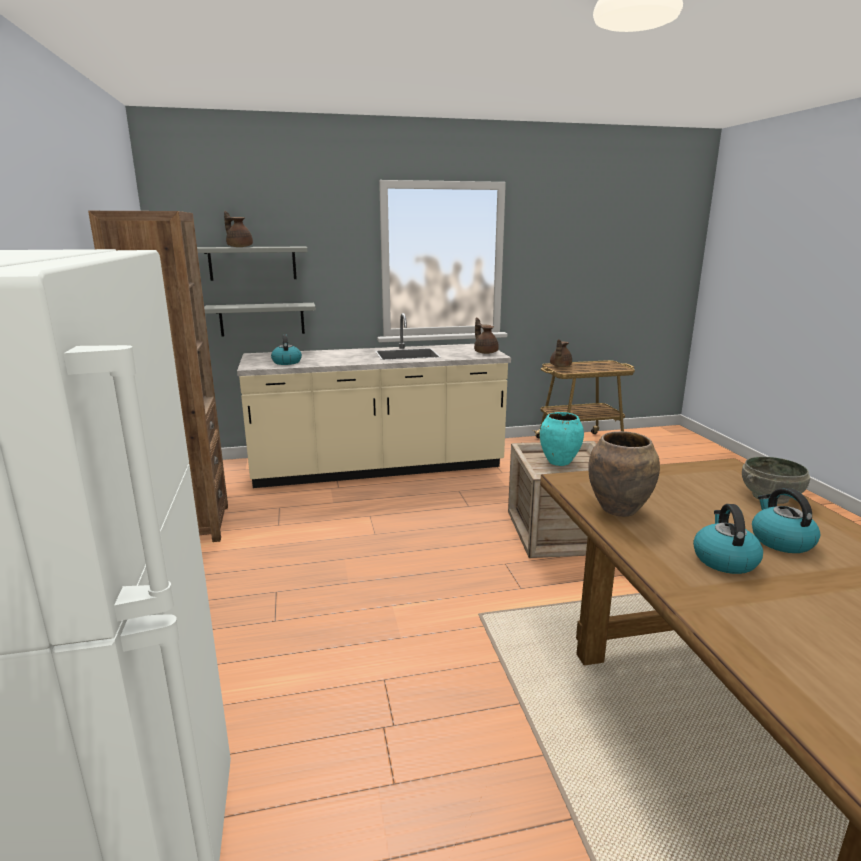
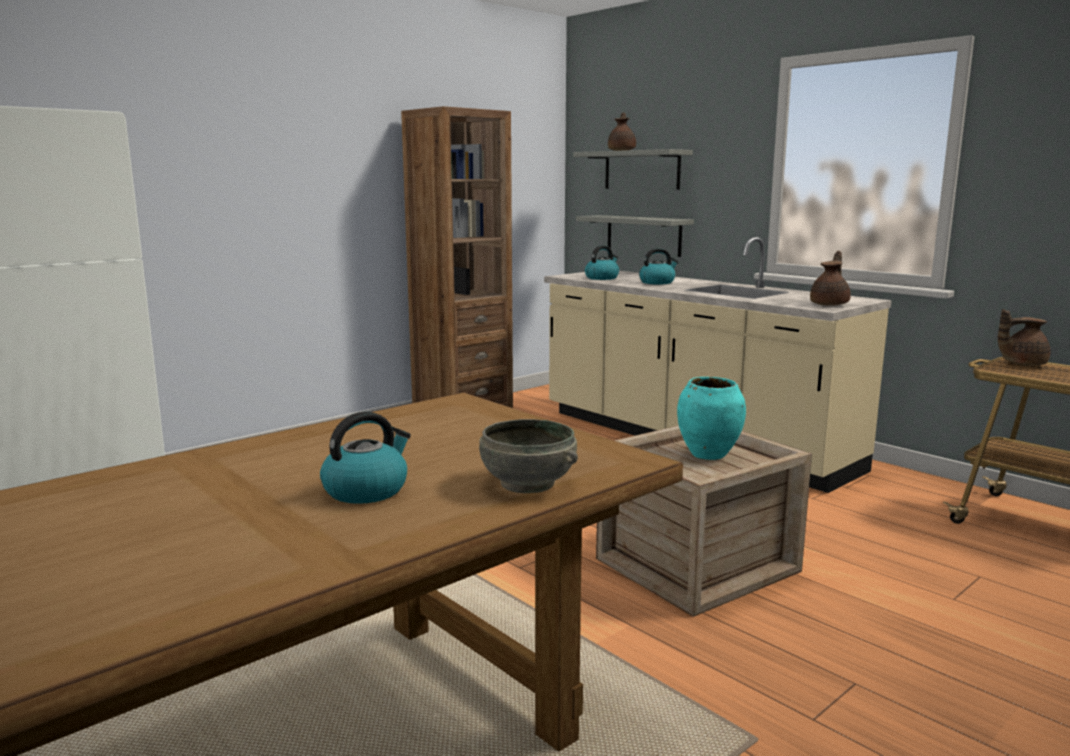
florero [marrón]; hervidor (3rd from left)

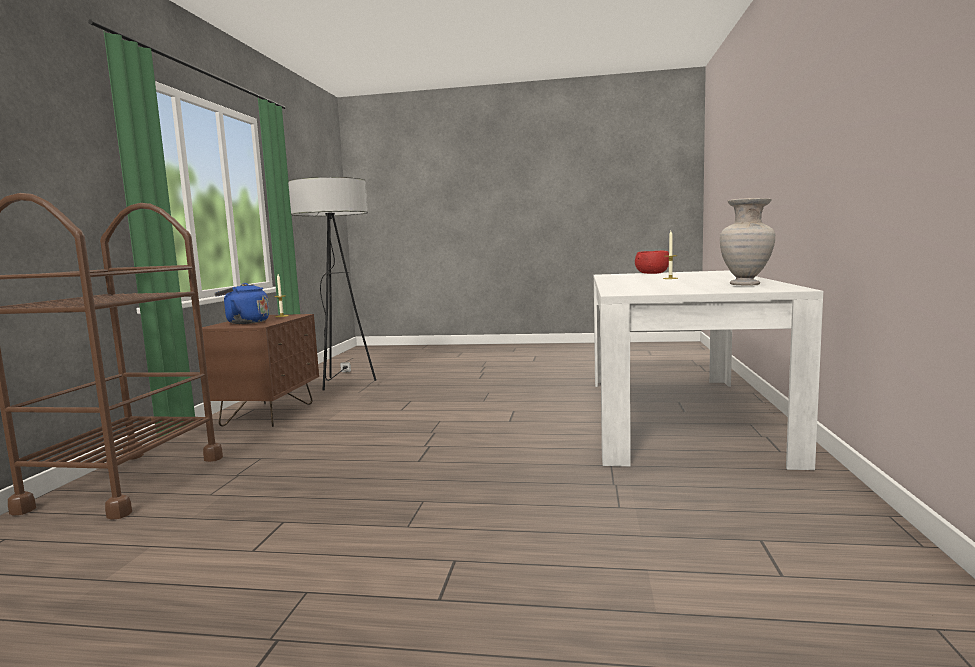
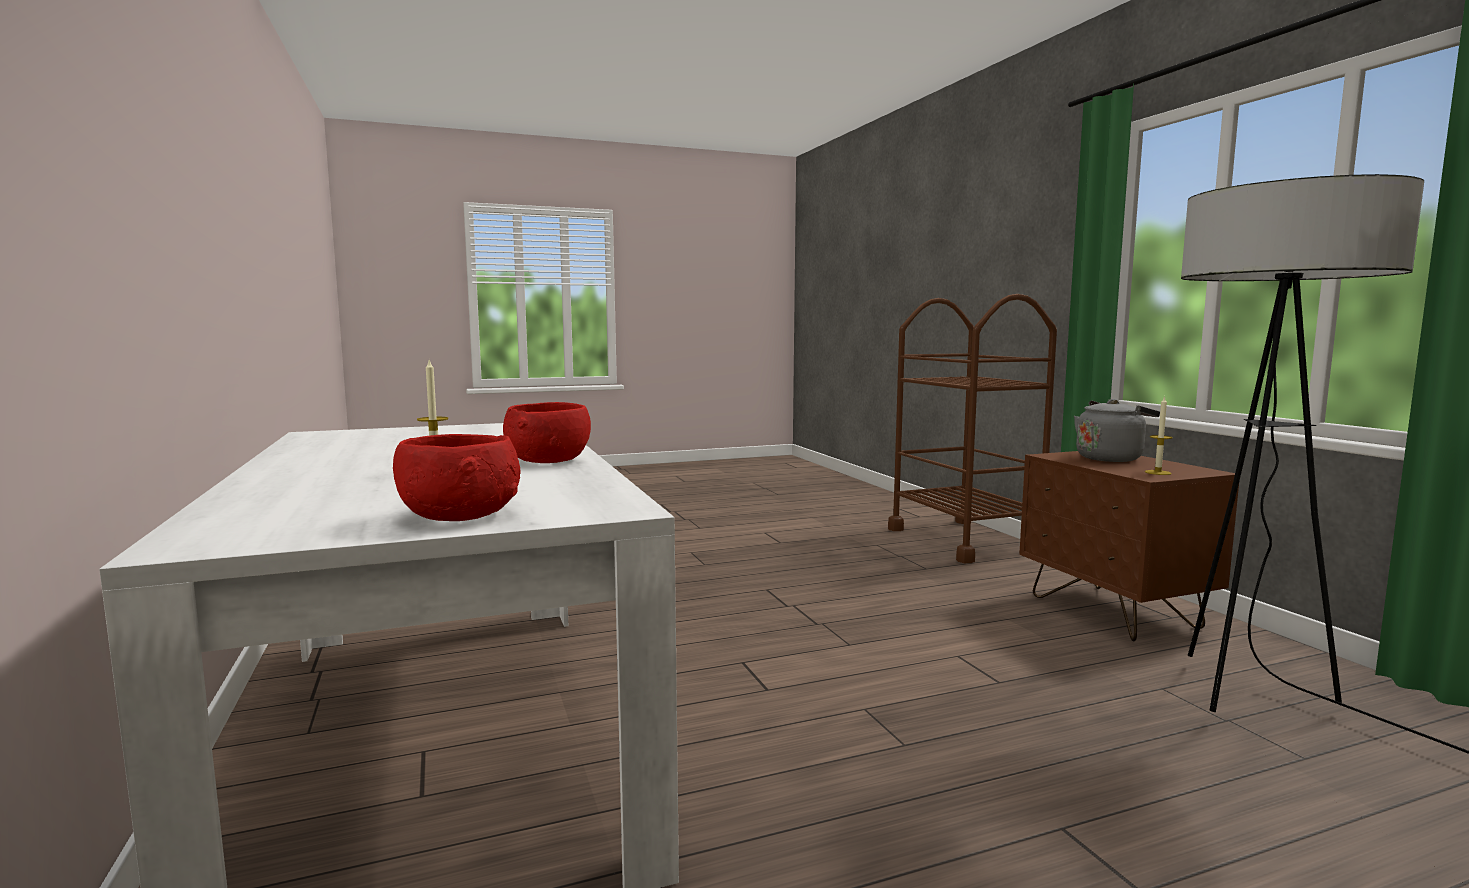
florero [beis]; cuenco [rojo] (2nd from left); hervidor [gris]

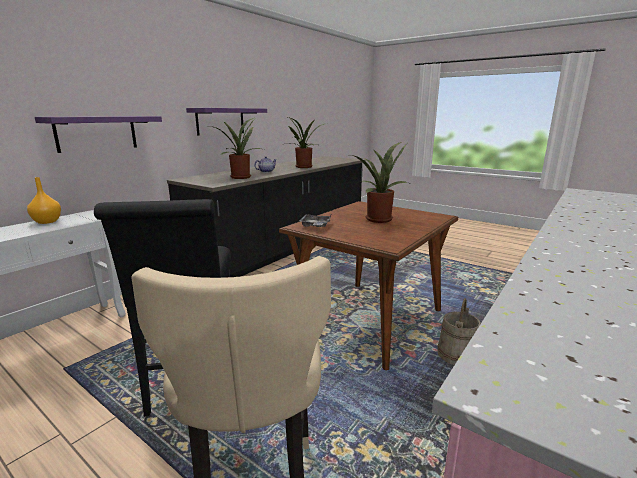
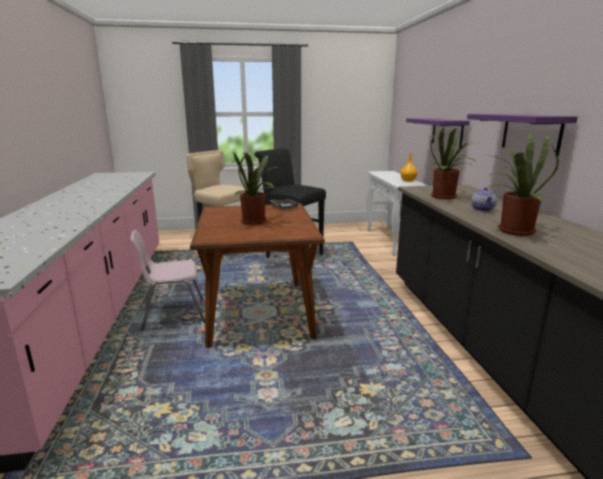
silla [rosa]

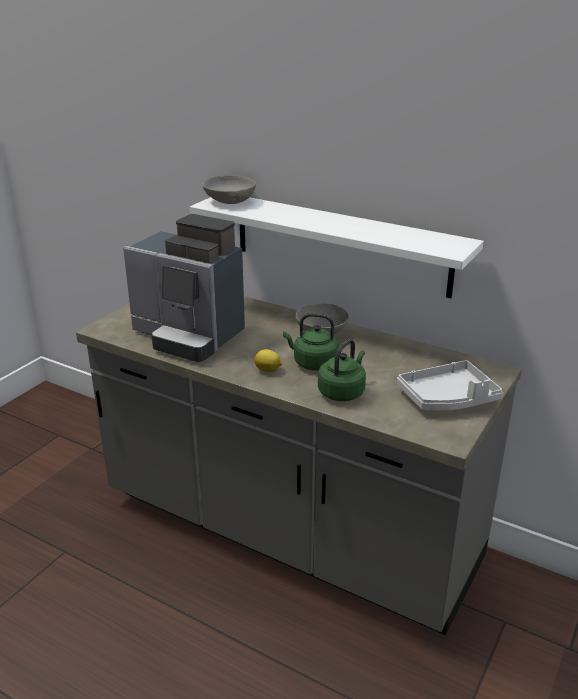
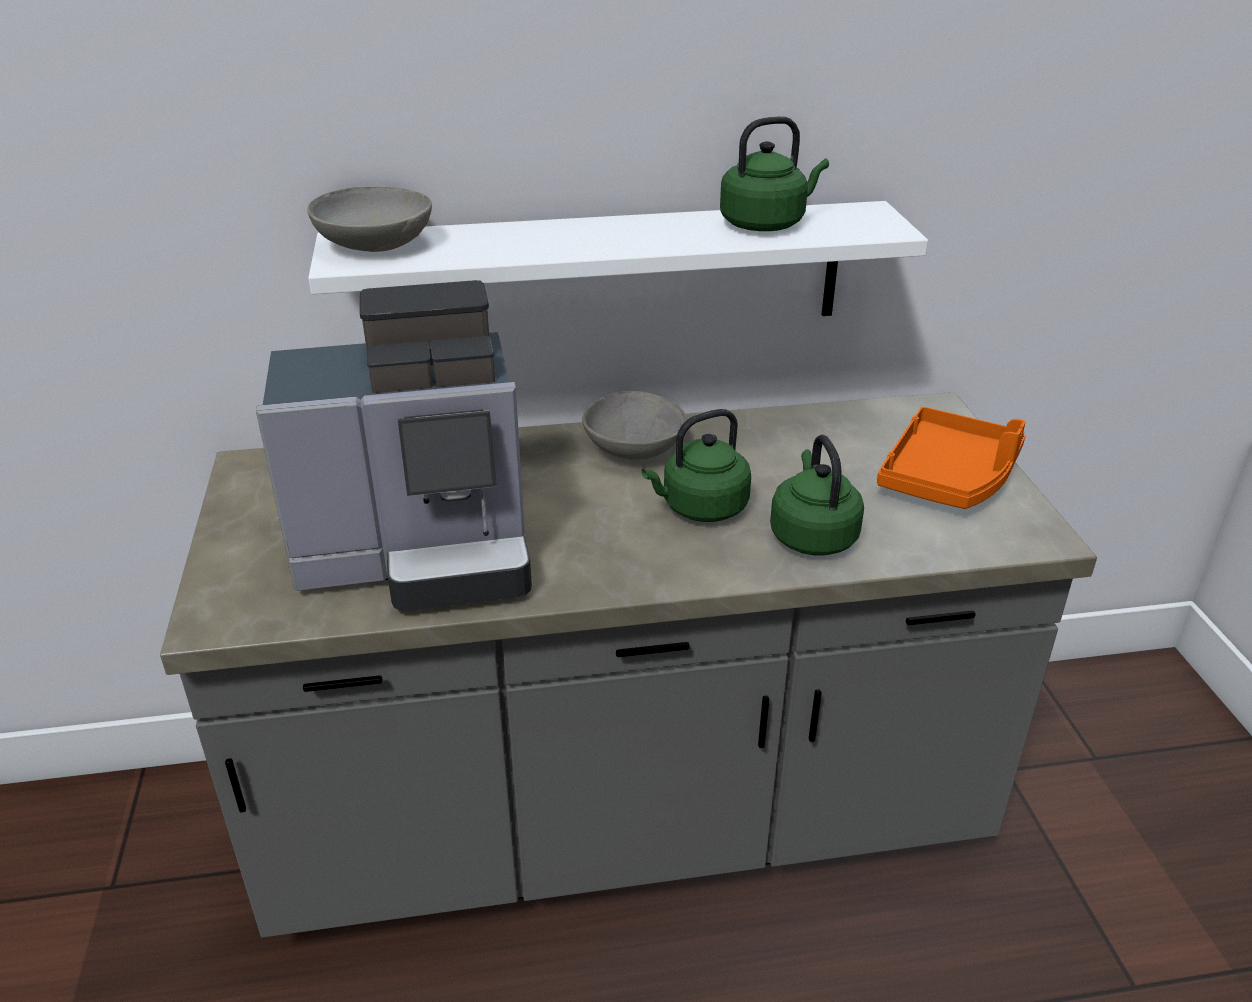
limón; hervidor [verde] (2nd from left); bandeja [naranja]

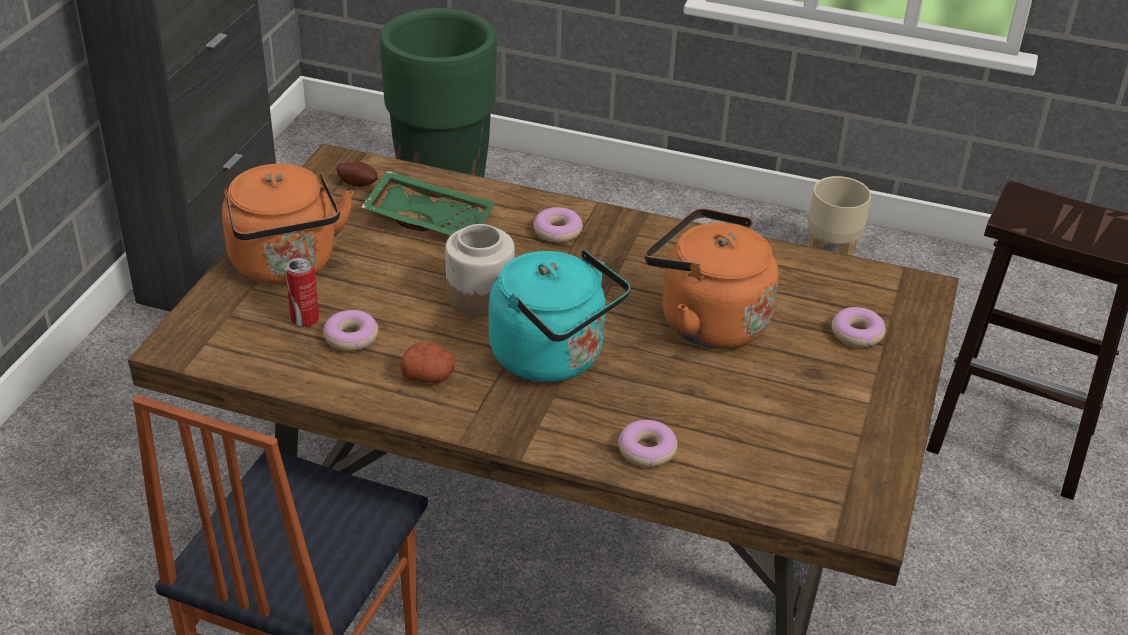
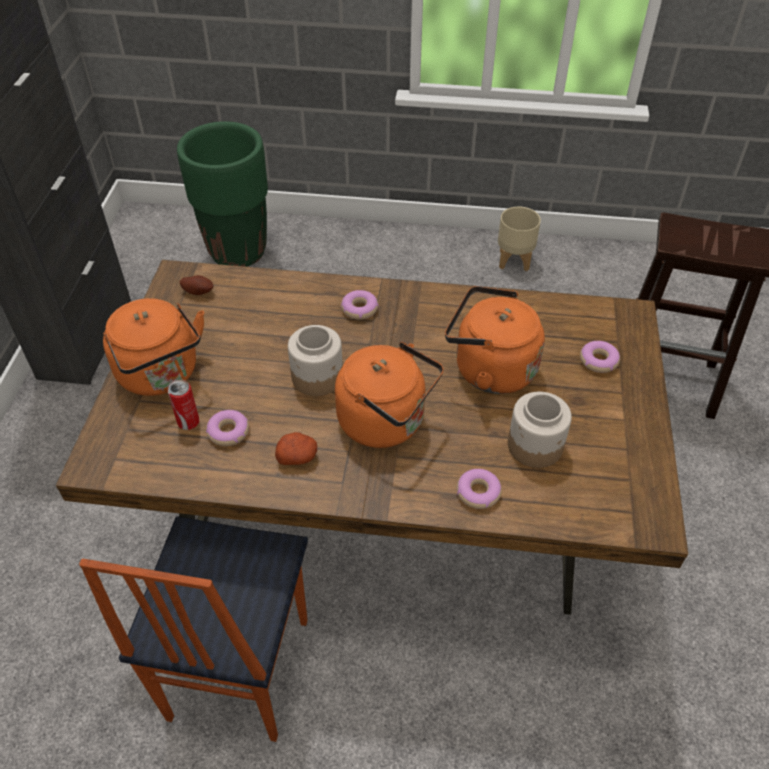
bandeja [verde]; tarro (2nd from left); hervidor [naranja] (2nd from left)

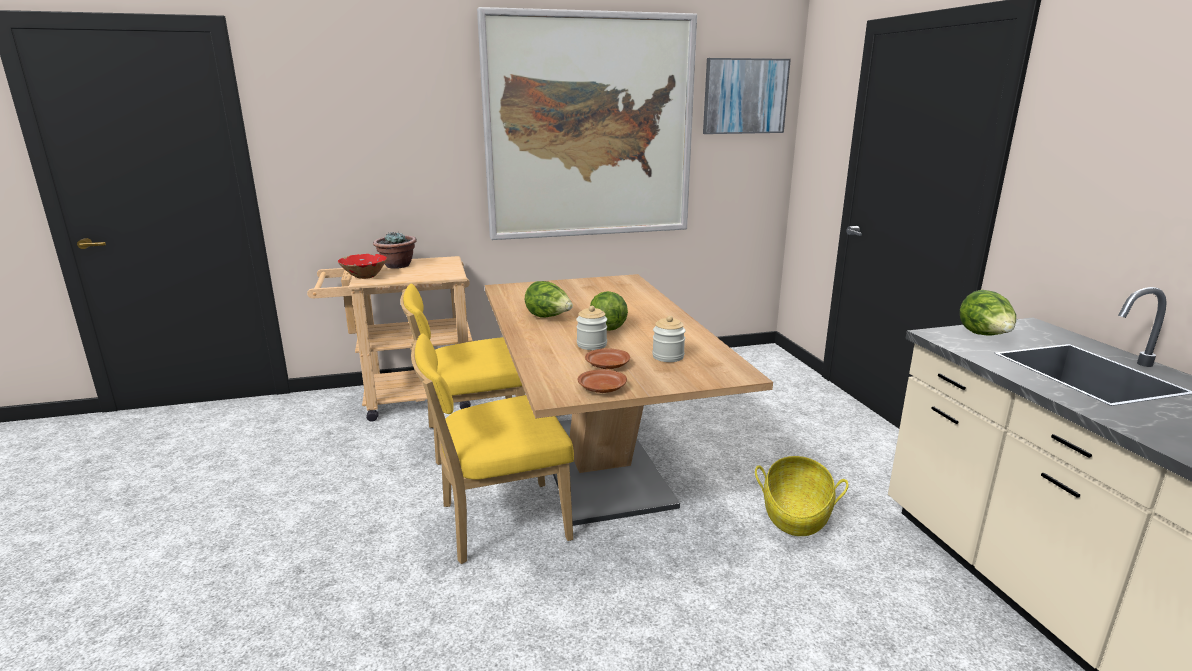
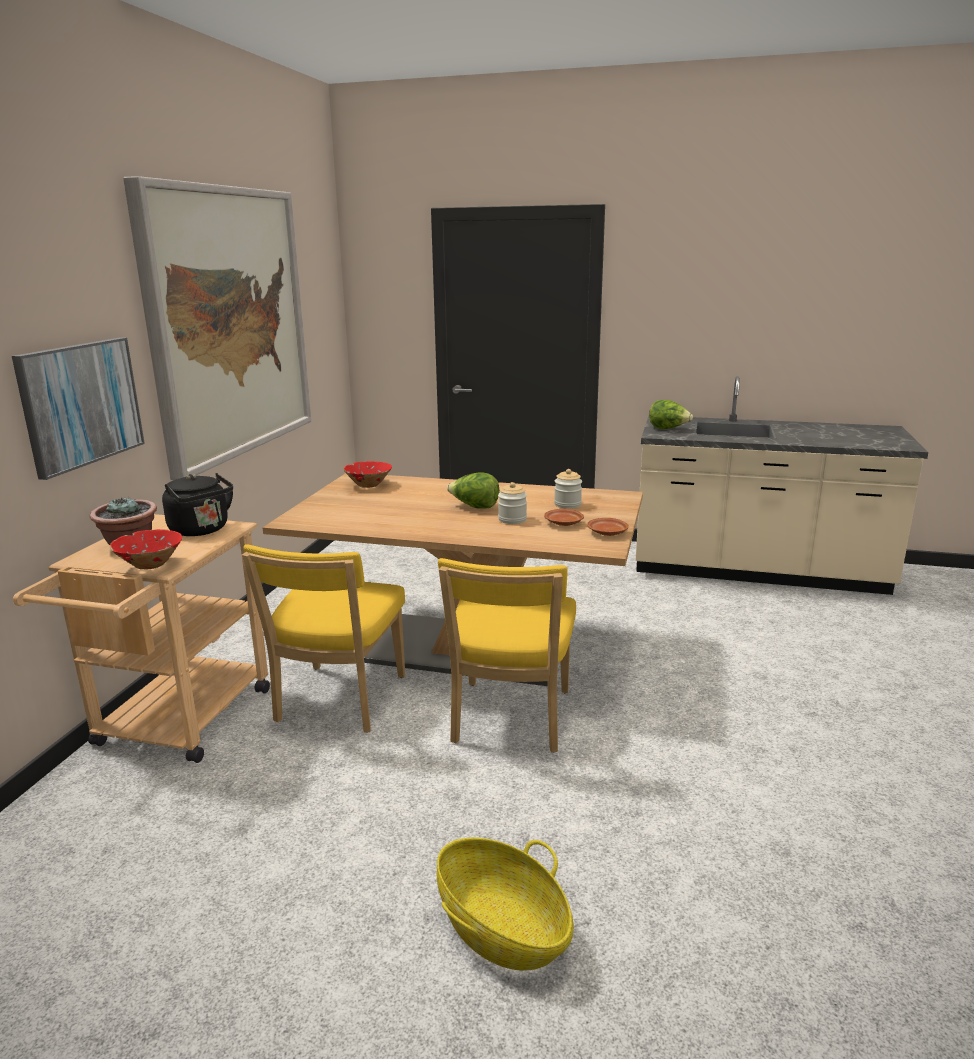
lechuga (1st from left in the first image); hervidor [negro]; cuenco [rojo] (2nd from left); cuadro (1st from left); cesta

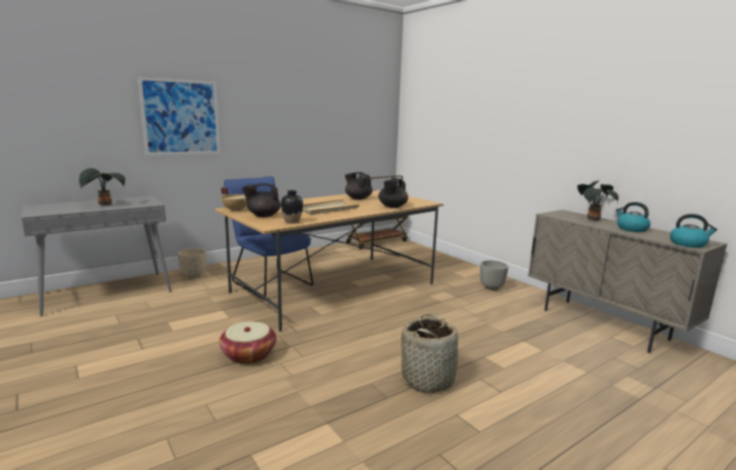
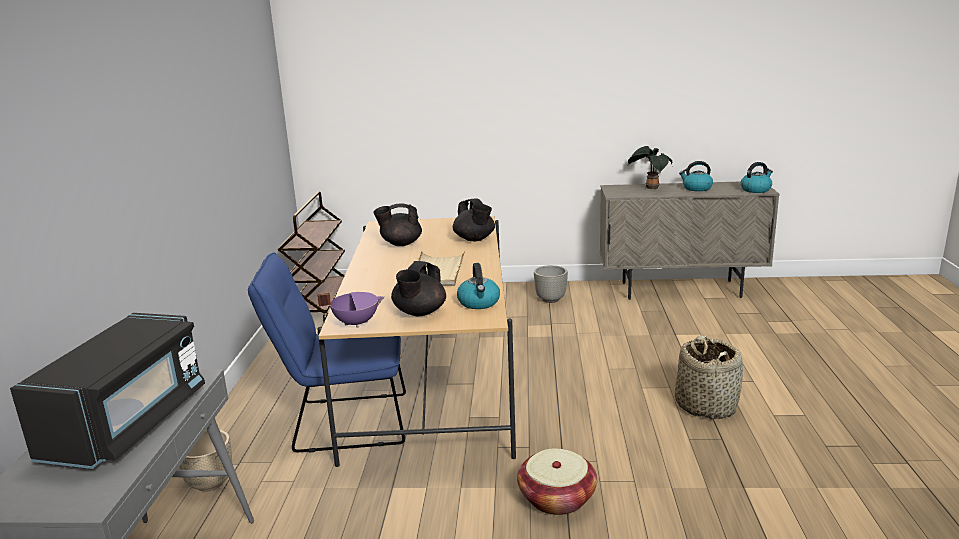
cuadro; microondas [negro]; hervidor (1st from left); olla [morado]

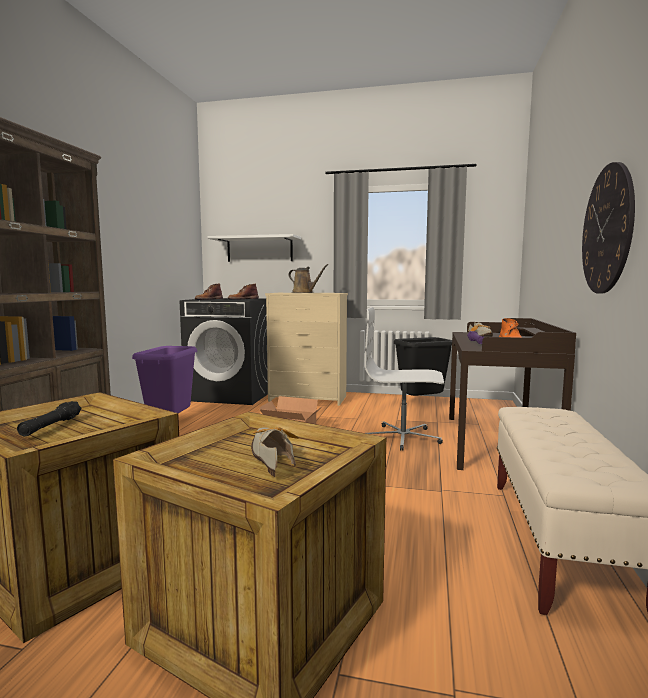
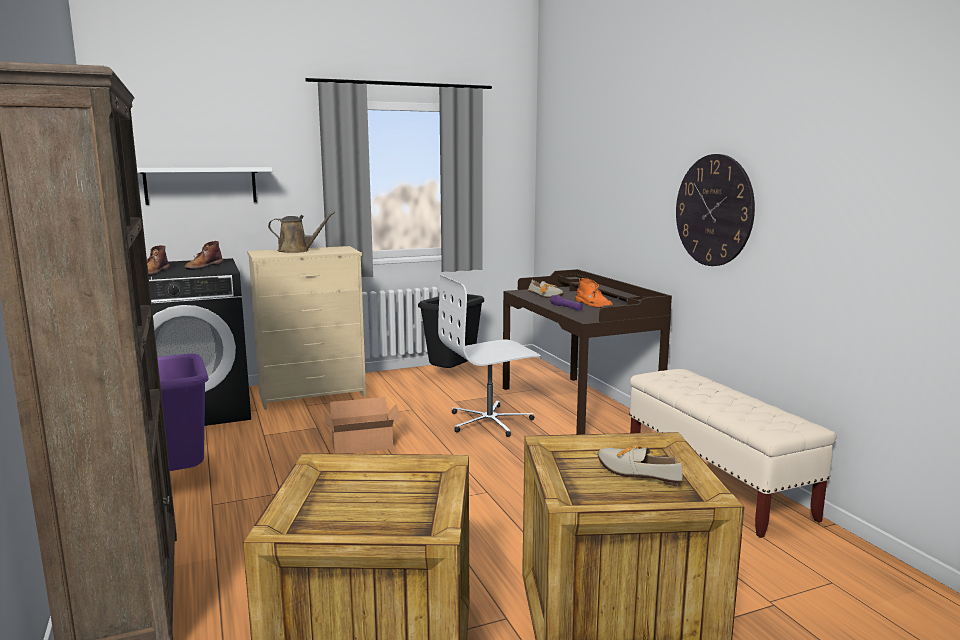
linterna [negro]

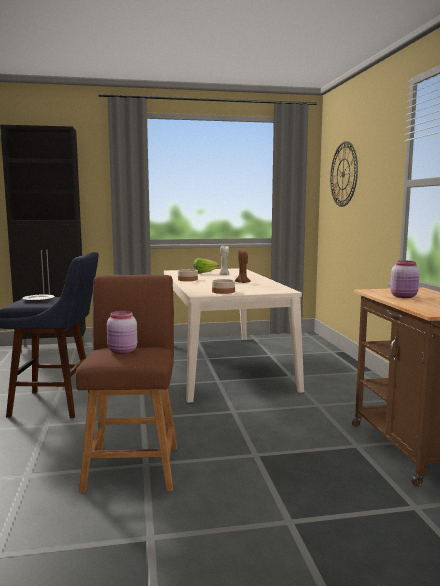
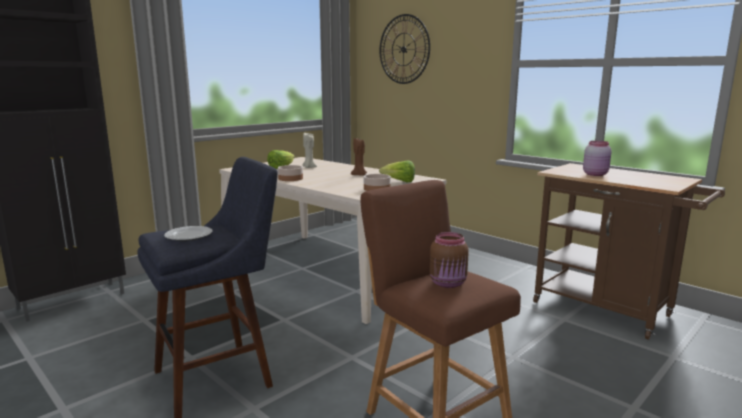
lechuga (2nd from left); tarro [marrón]

